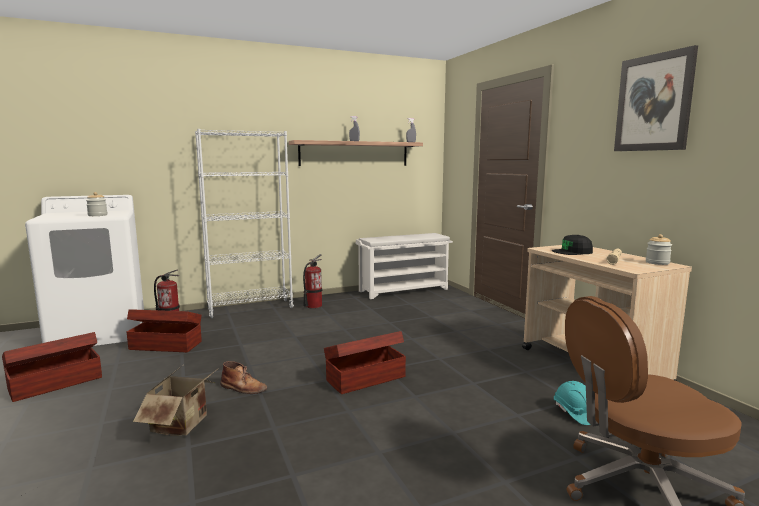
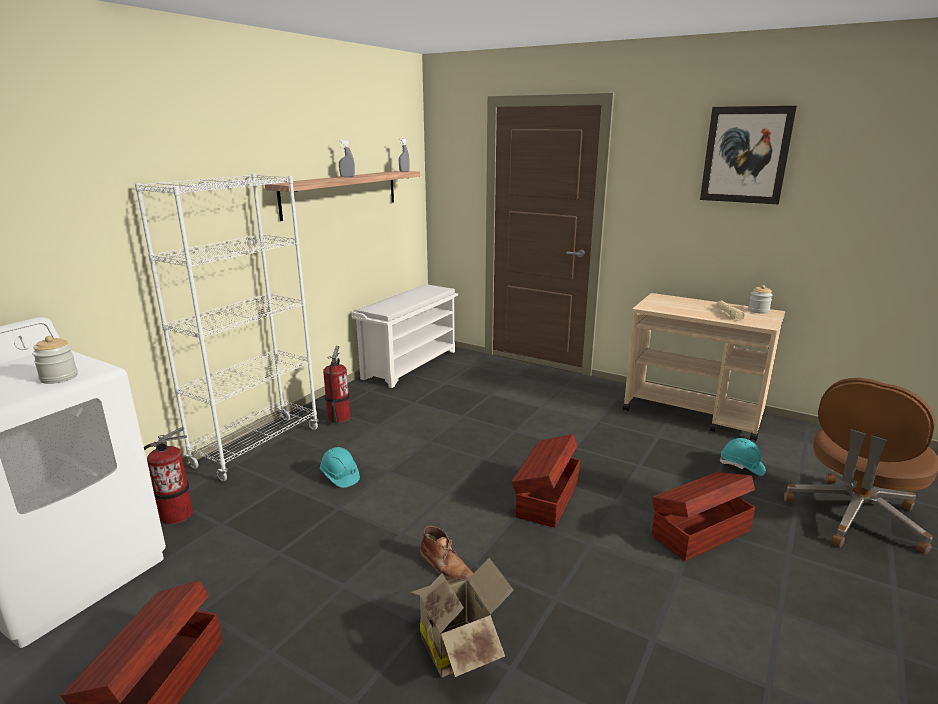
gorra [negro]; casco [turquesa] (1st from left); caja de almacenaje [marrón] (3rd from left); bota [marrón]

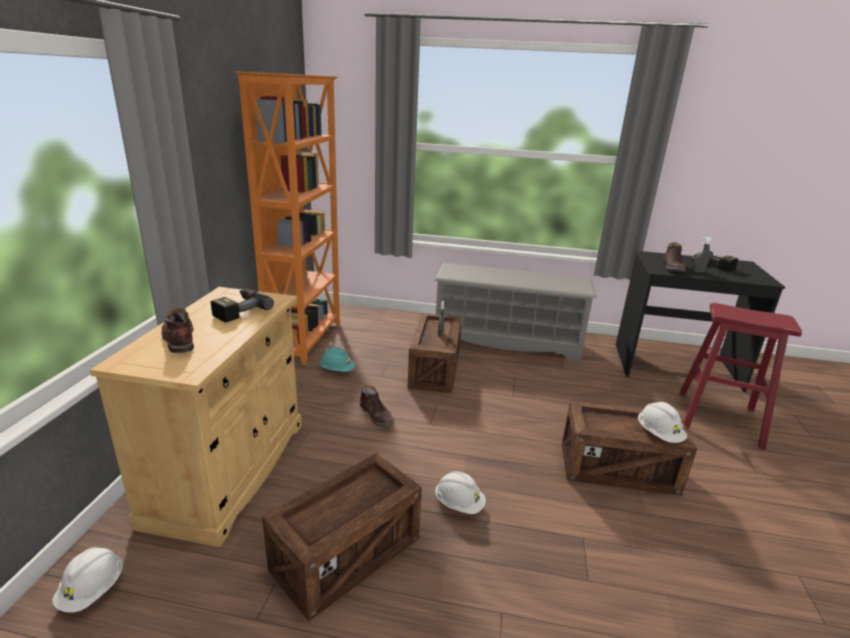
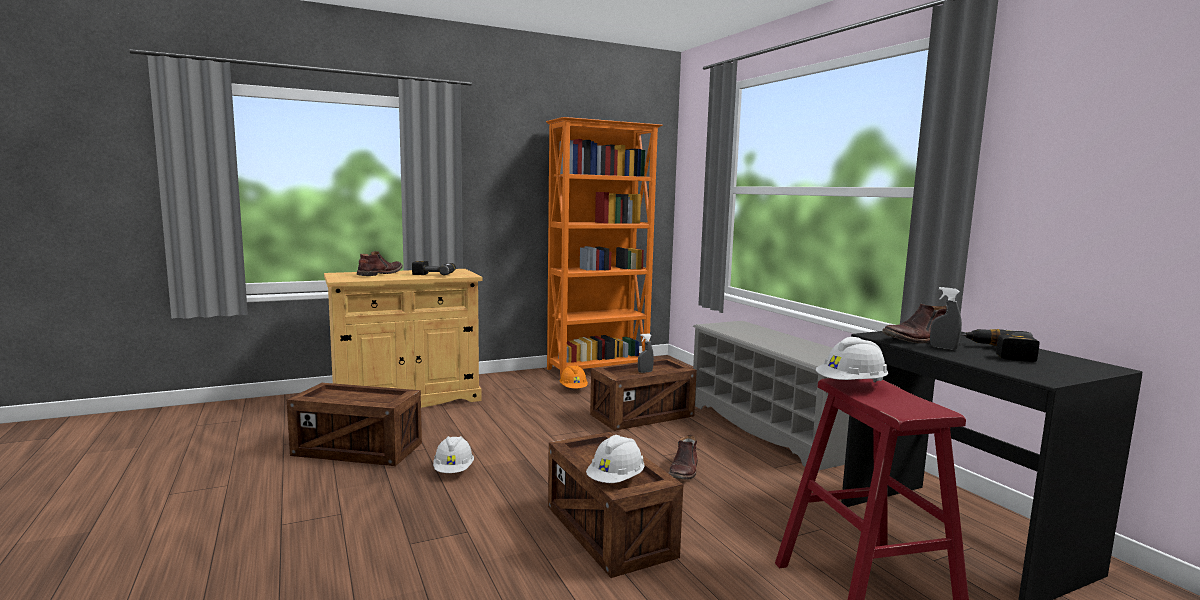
casco [blanco] (3rd from left); bota [marrón] (2nd from left); casco [naranja]

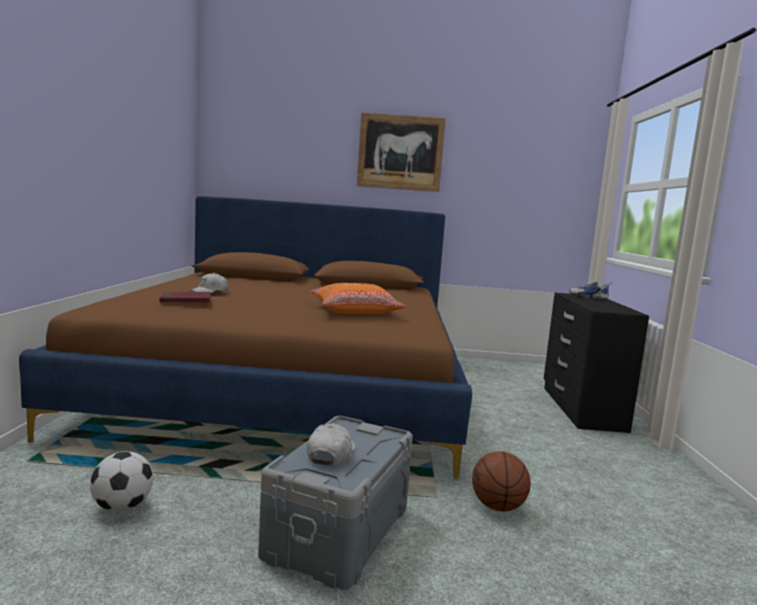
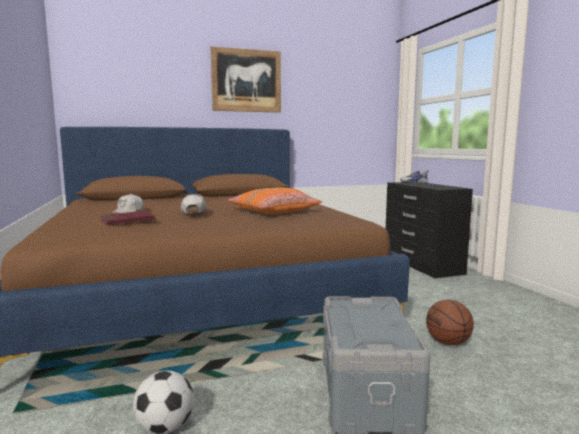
gorra [blanco] (2nd from left)

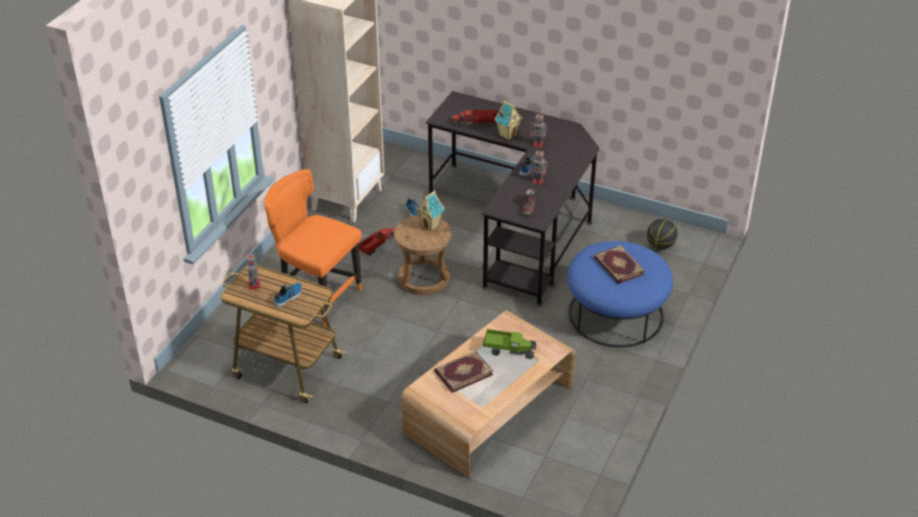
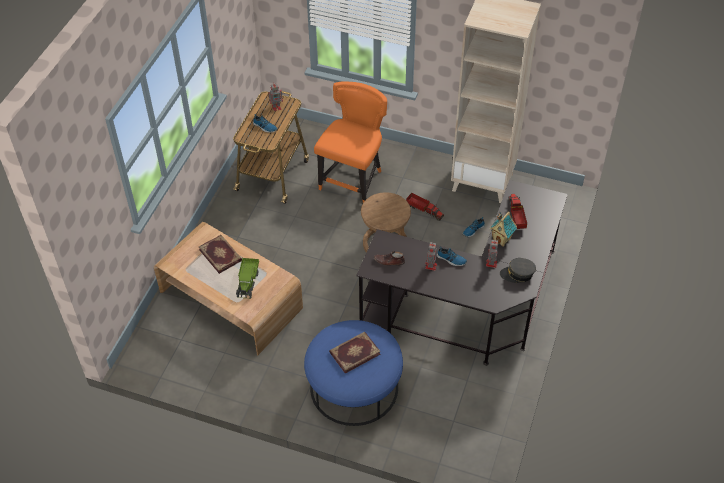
casita (1st from left in the first image); balón de baloncesto; gorra [gris]

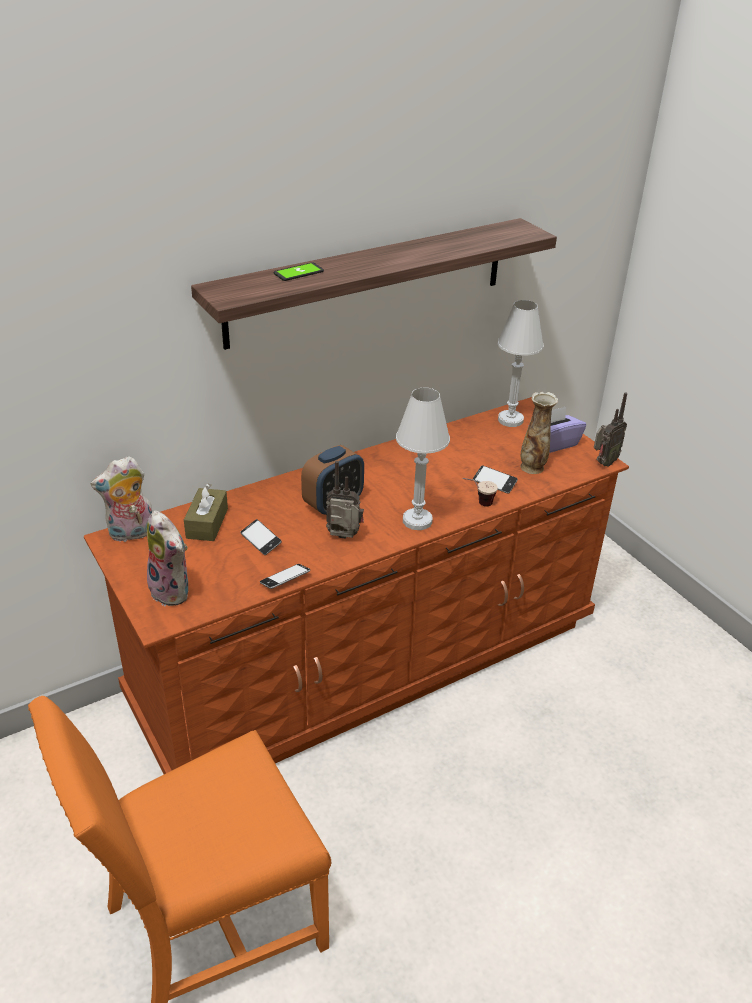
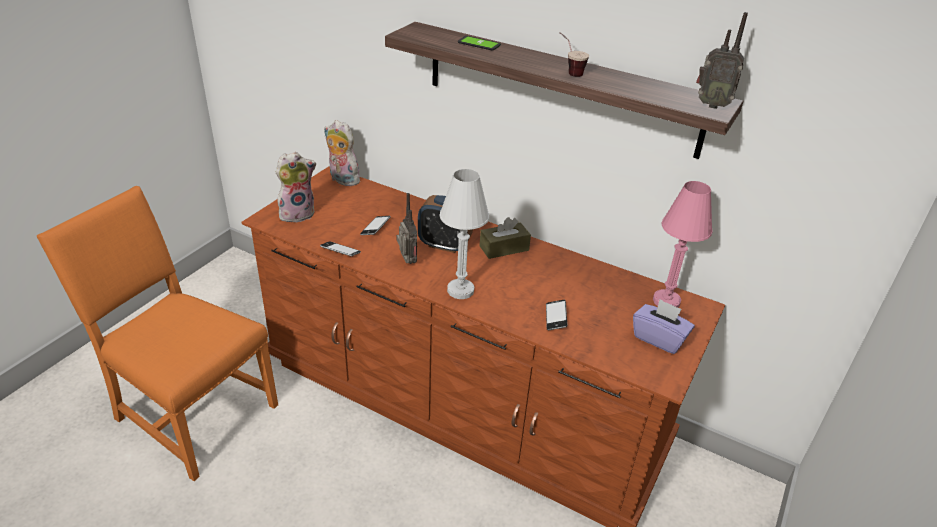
florero; caja de pañuelos [marrón]; taza; radio (2nd from left); lámpara de mesa [rosa]; peluche (1st from left)

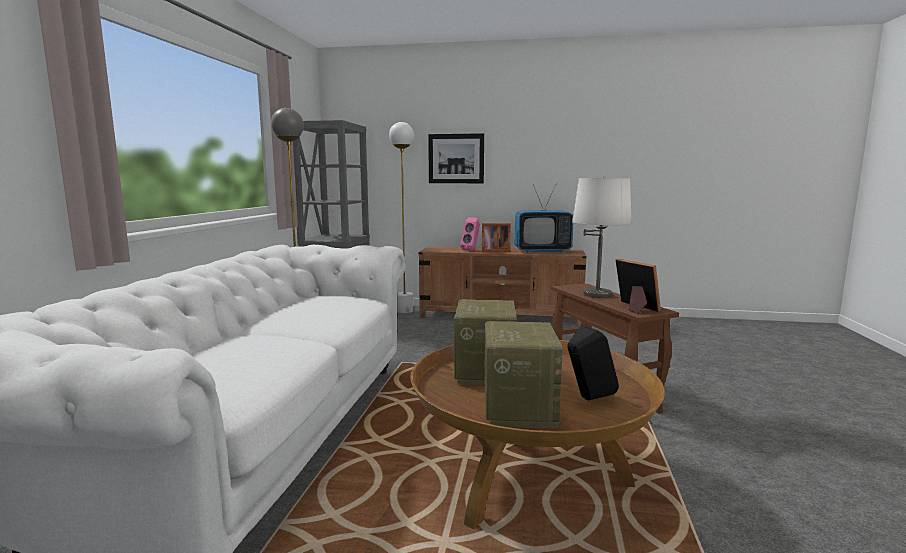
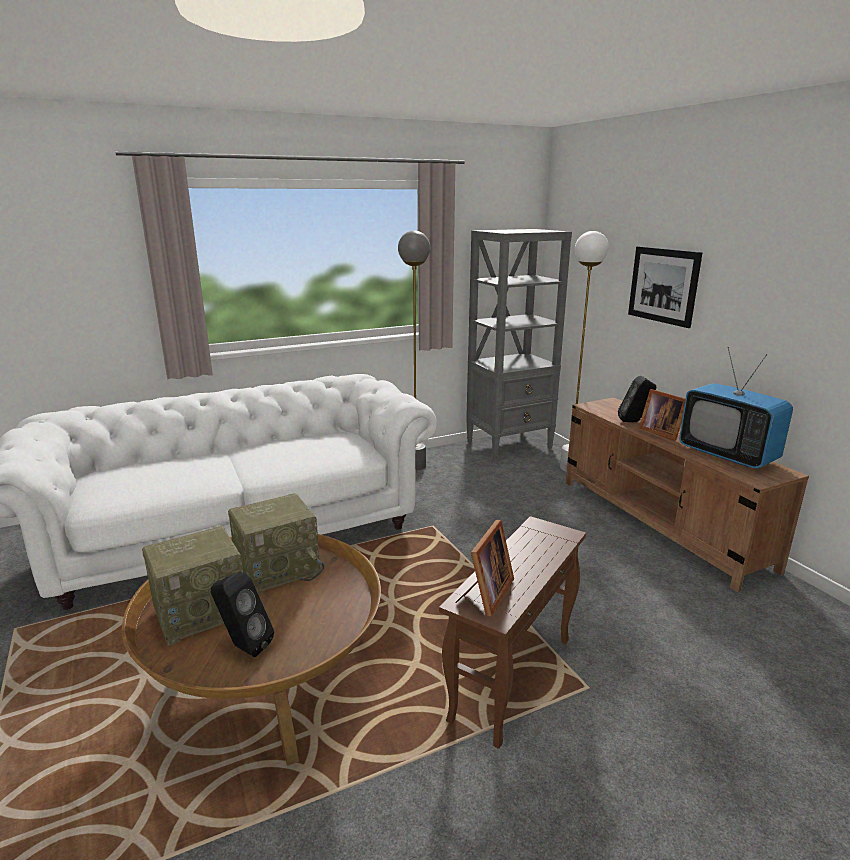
lámpara de mesa [blanco]; altavoz [negro] (2nd from left)

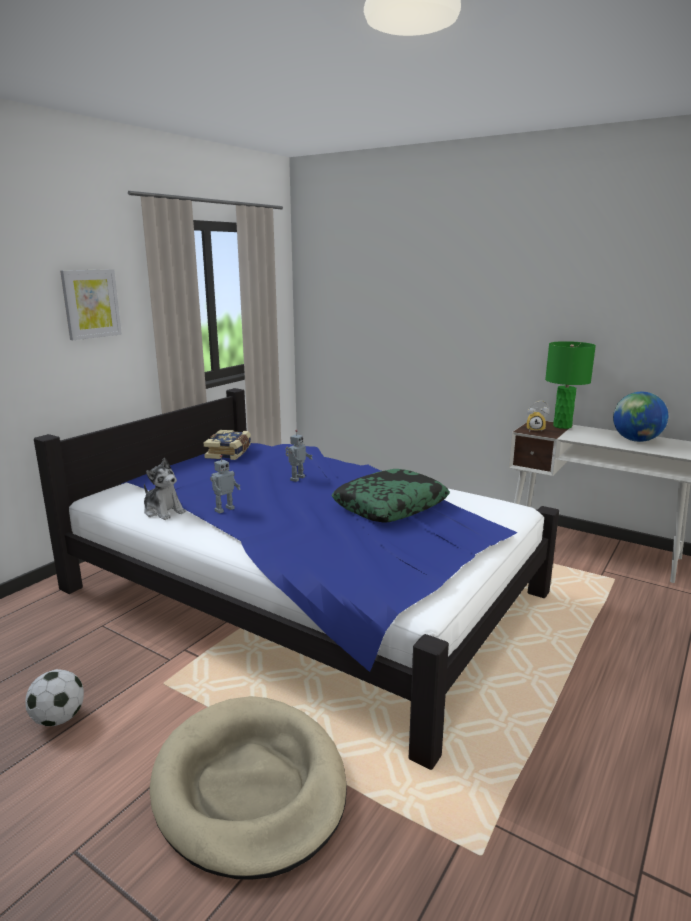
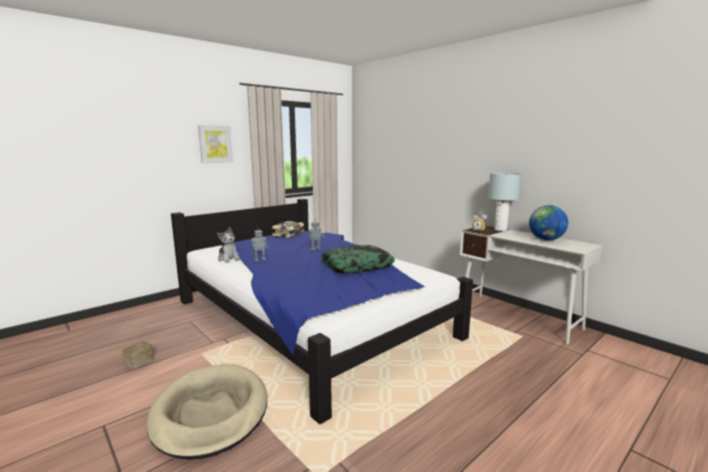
cesta; lámpara de mesa [gris]

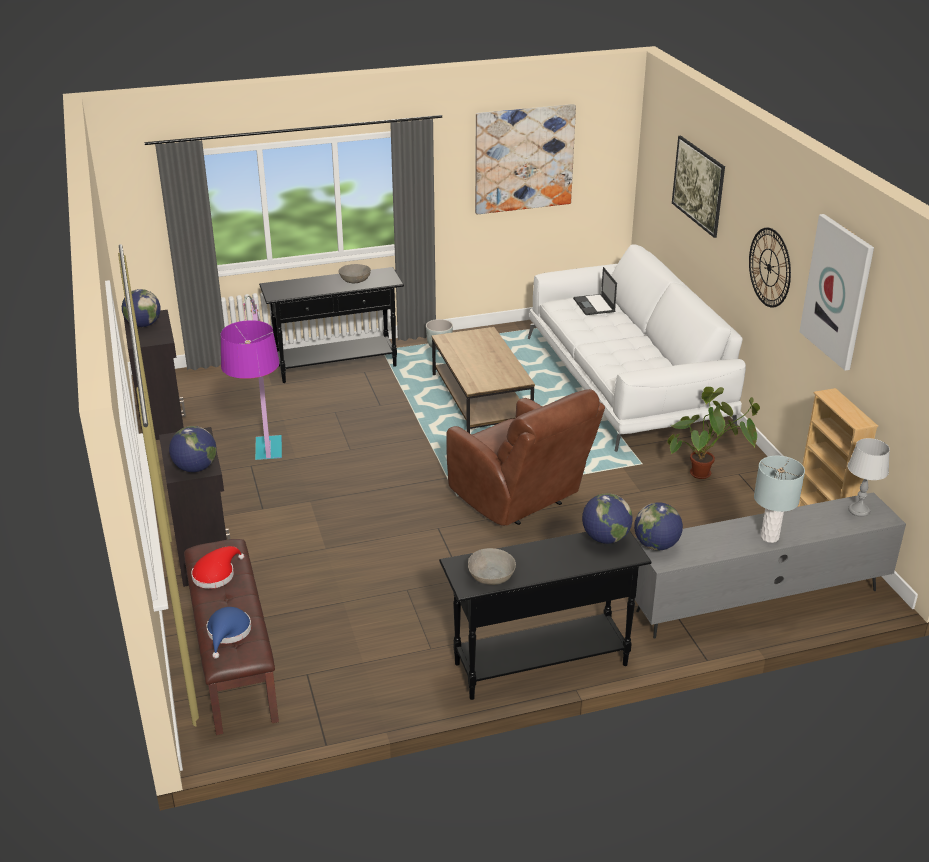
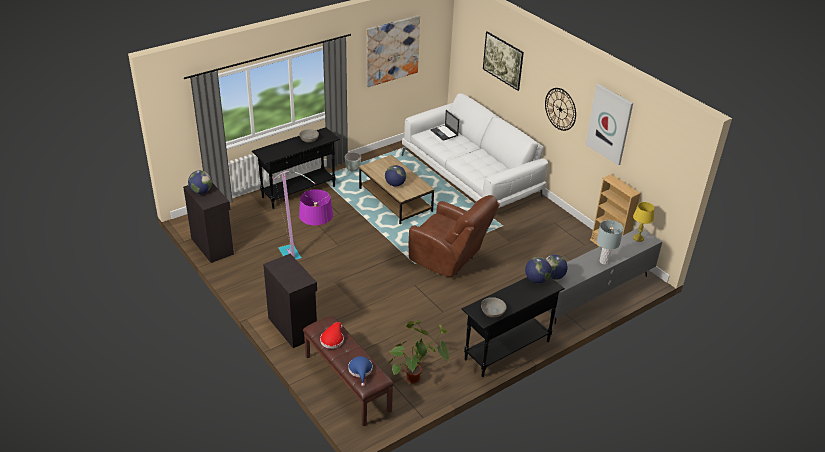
globo terráqueo (2nd from left); planta en maceta; lámpara de mesa [amarillo]

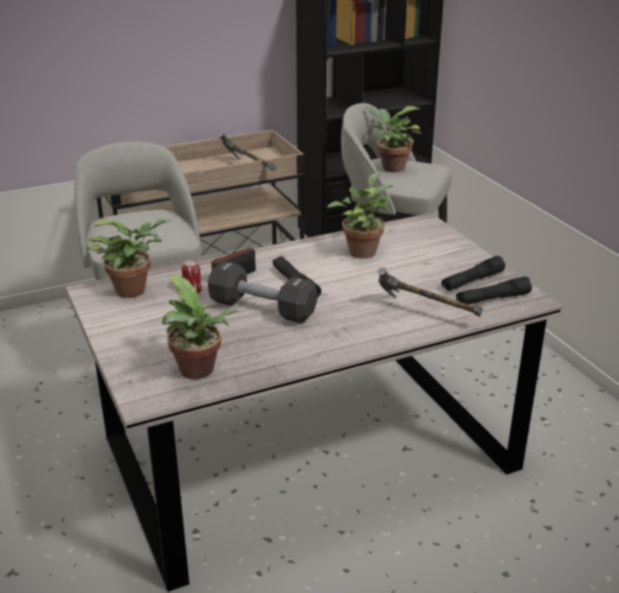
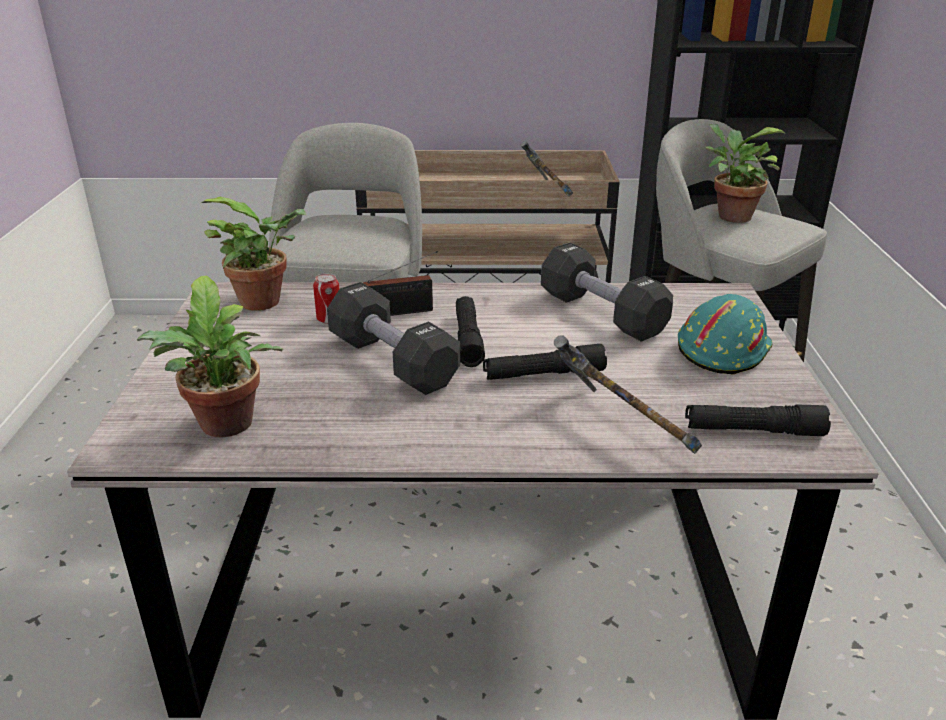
casco [turquesa]; linterna [negro] (2nd from left); mancuerna [negro] (2nd from left)

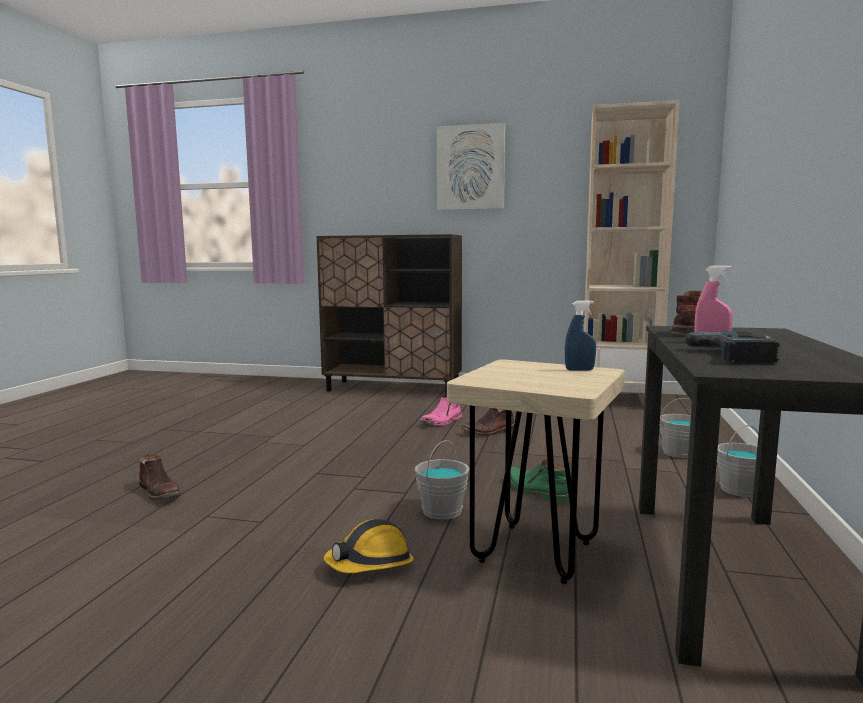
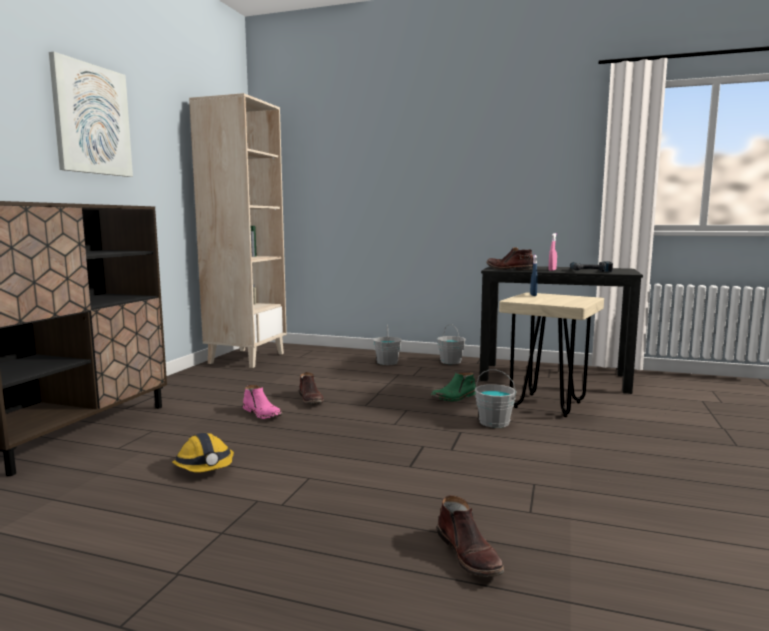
casco; bota [marrón] (2nd from left)

